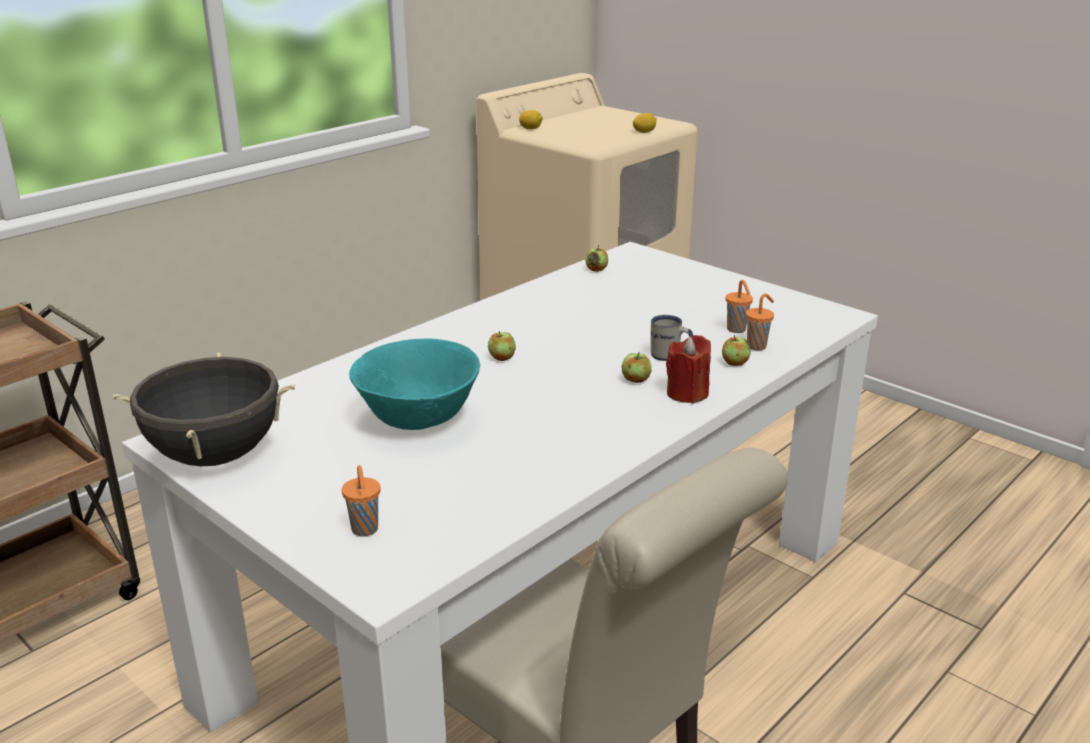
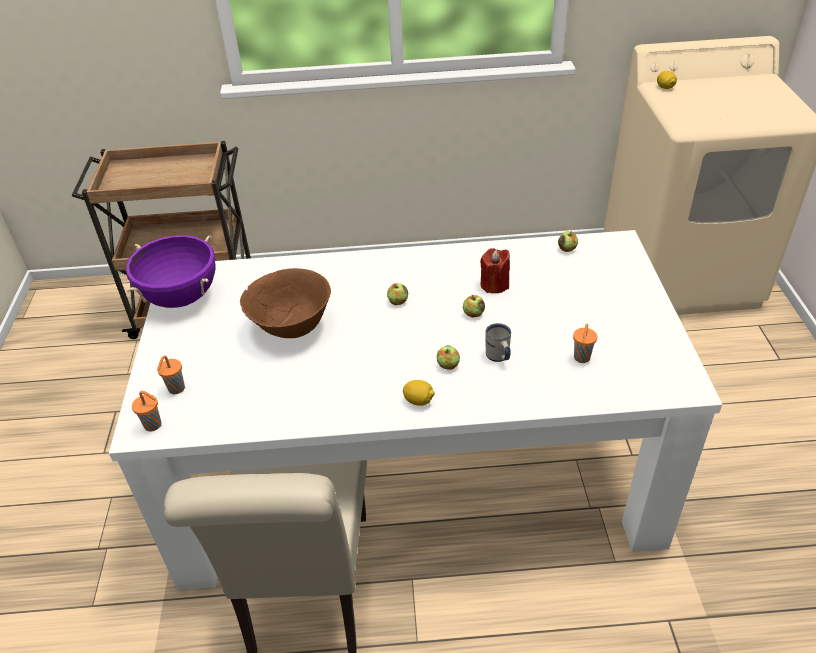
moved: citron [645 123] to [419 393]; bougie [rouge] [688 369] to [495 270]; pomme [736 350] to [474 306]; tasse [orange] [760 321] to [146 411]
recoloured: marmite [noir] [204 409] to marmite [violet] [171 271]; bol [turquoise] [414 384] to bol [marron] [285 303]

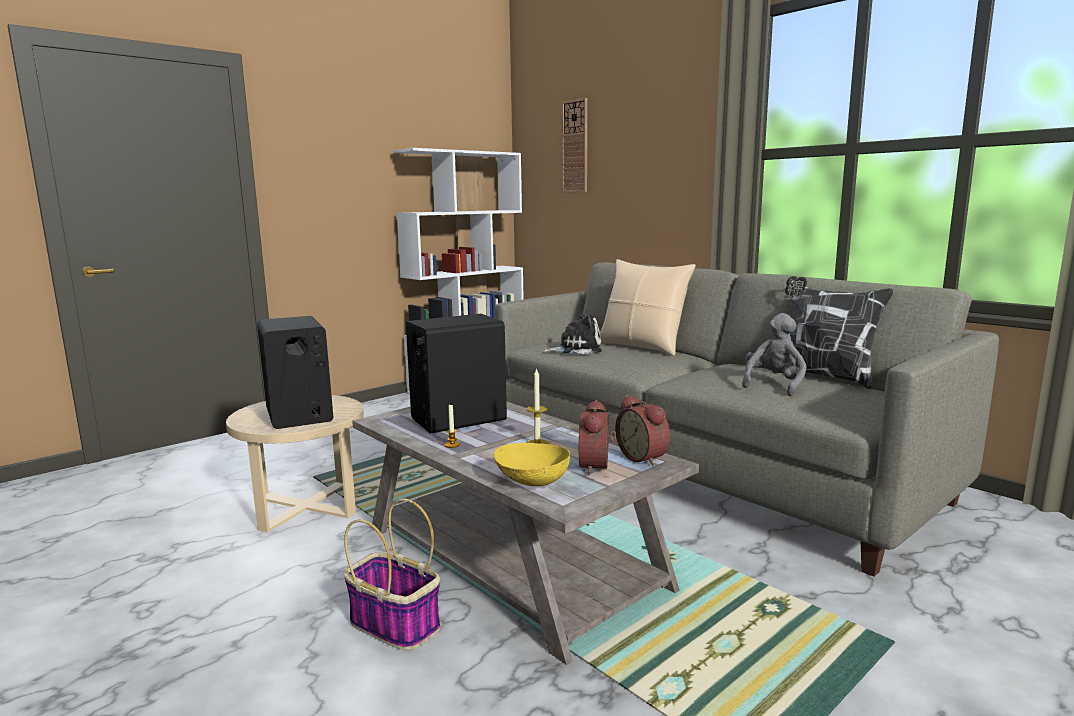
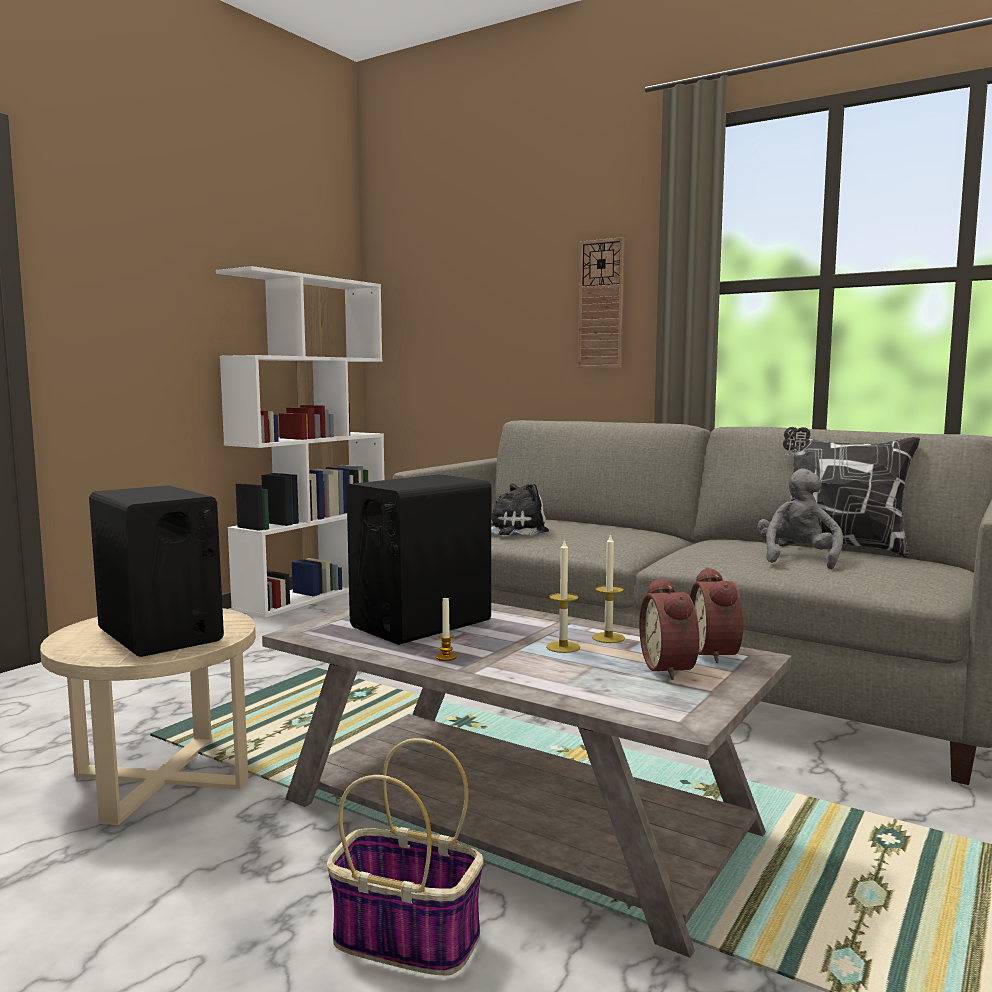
removed: bol [jaune] [531 464]; coussin [beige] [648 307]
added: bougie [608 588]
moved: horloge murale [574 145] to [601 302]
turned: réveil [642 430] = [716 615] 45 degrees clockwise

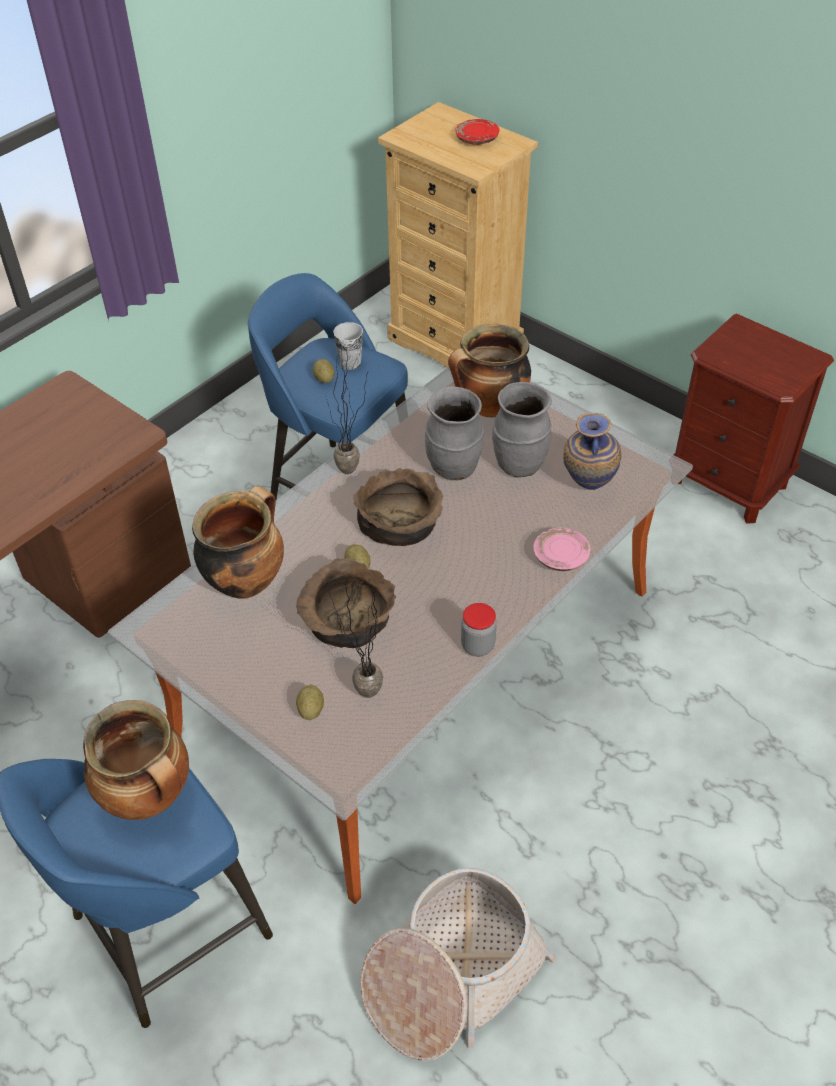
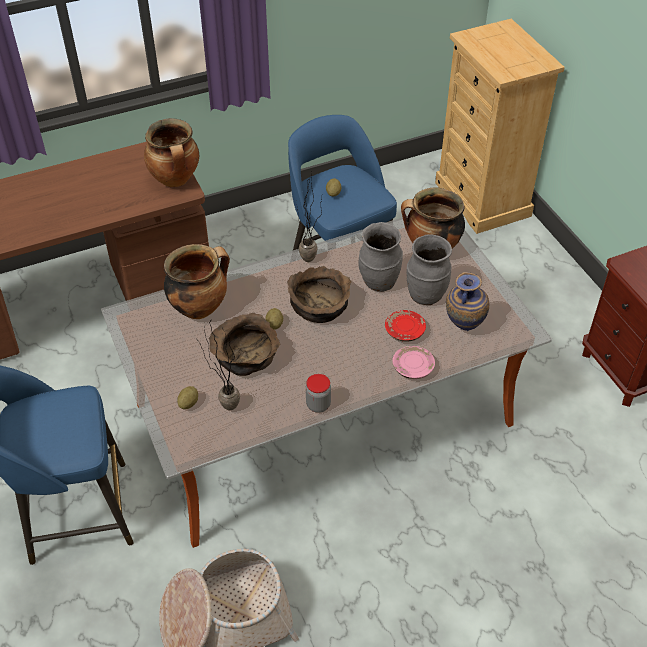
removed: tasse [348 346]
moved: marmite [136 760] to [171 152]; assiette [rouge] [477 132] to [405 326]

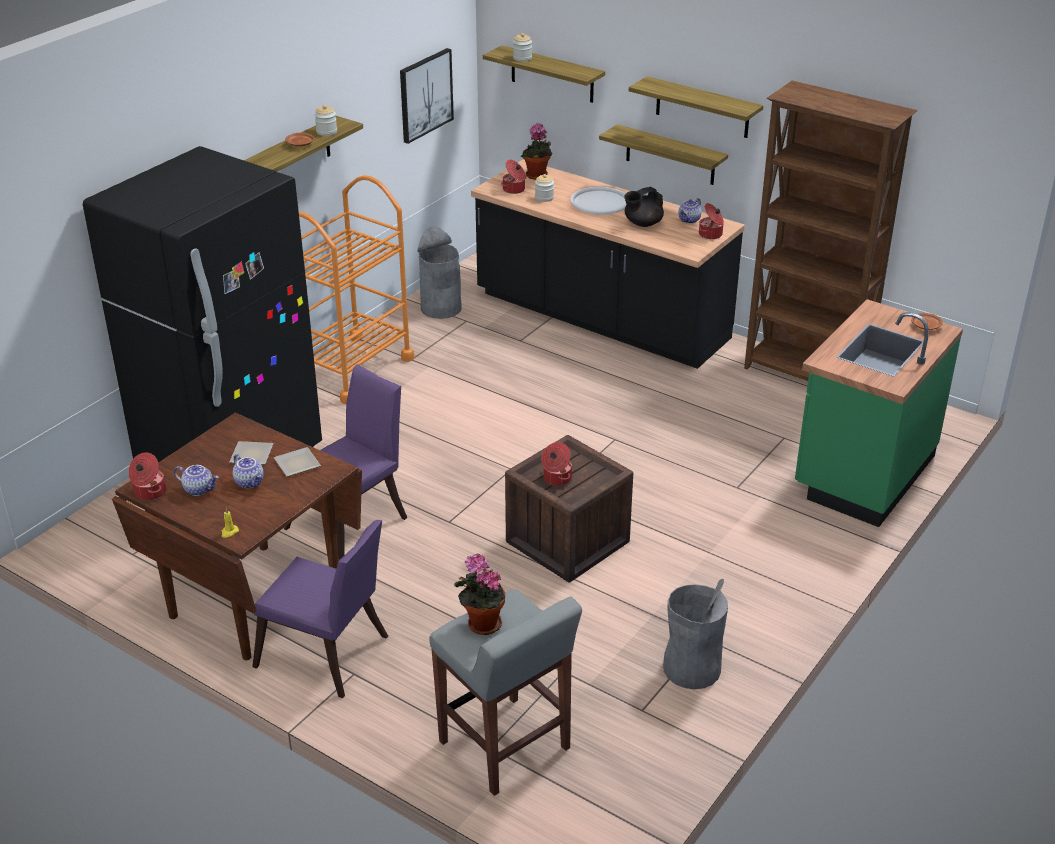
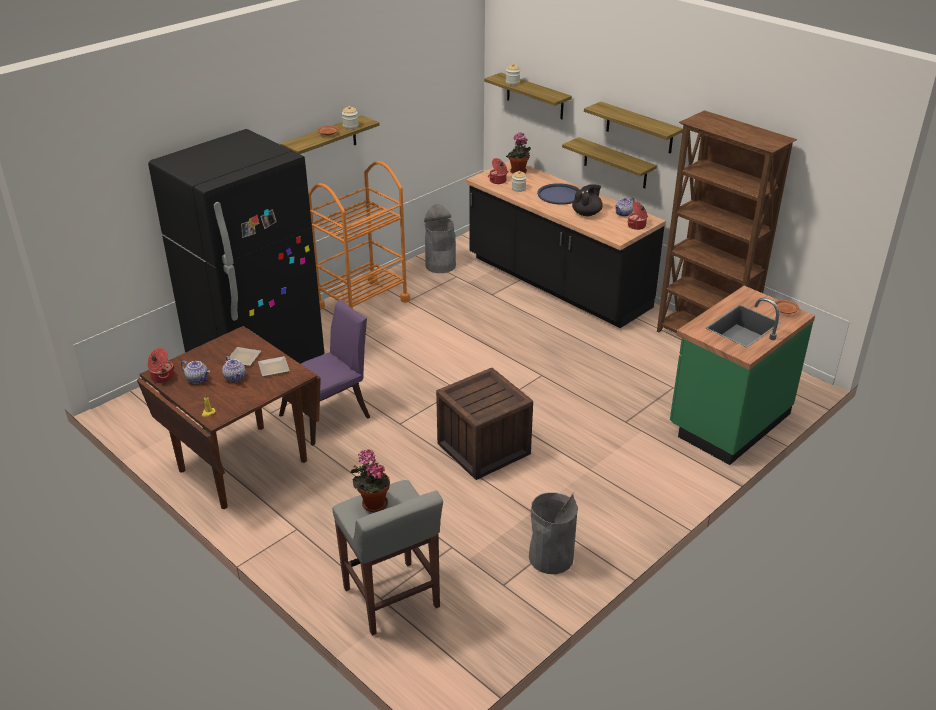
removed: chaise [violet] [320 609]; tableau [427 96]; marmite [557 464]
recoloured: plateau [blanc] [598 201] to plateau [bleu] [558 194]
turned: théière [noir] [644 207] = [587 200] 150 degrees clockwise

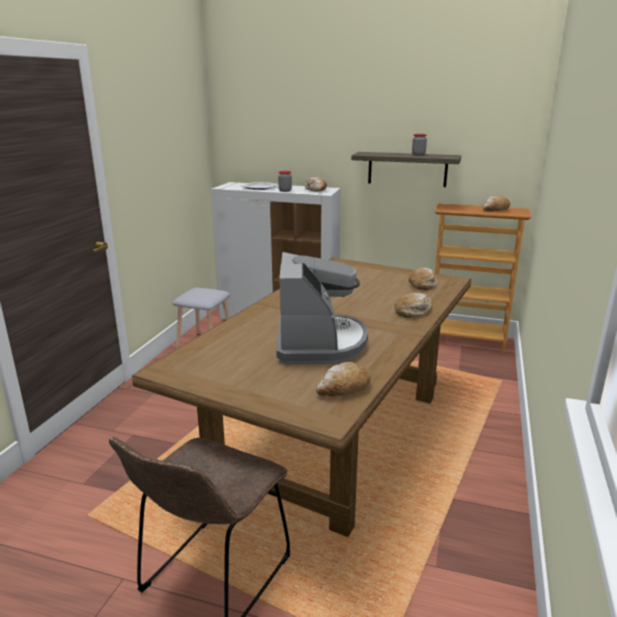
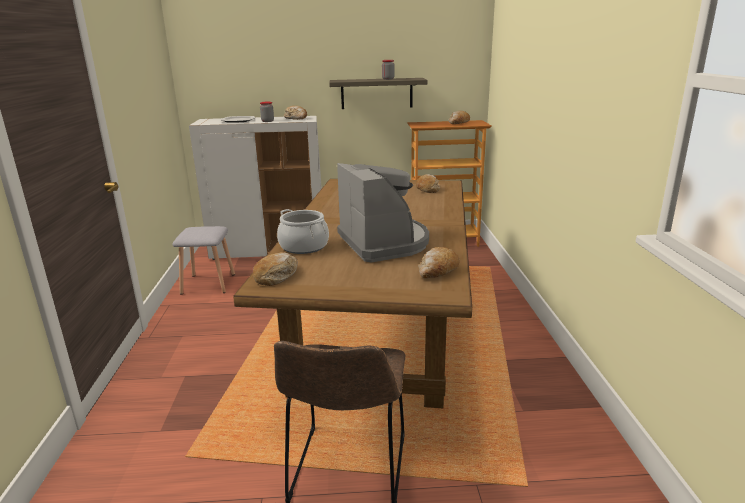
added: marmite [303 231]
moved: pain [413 305] to [275 269]

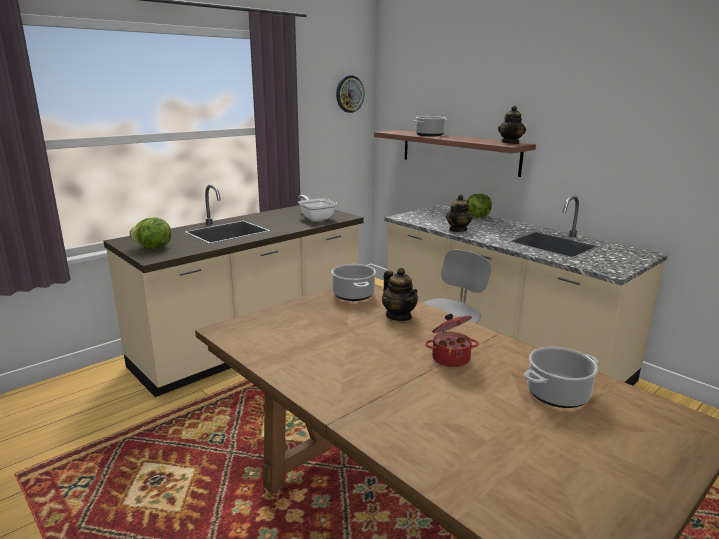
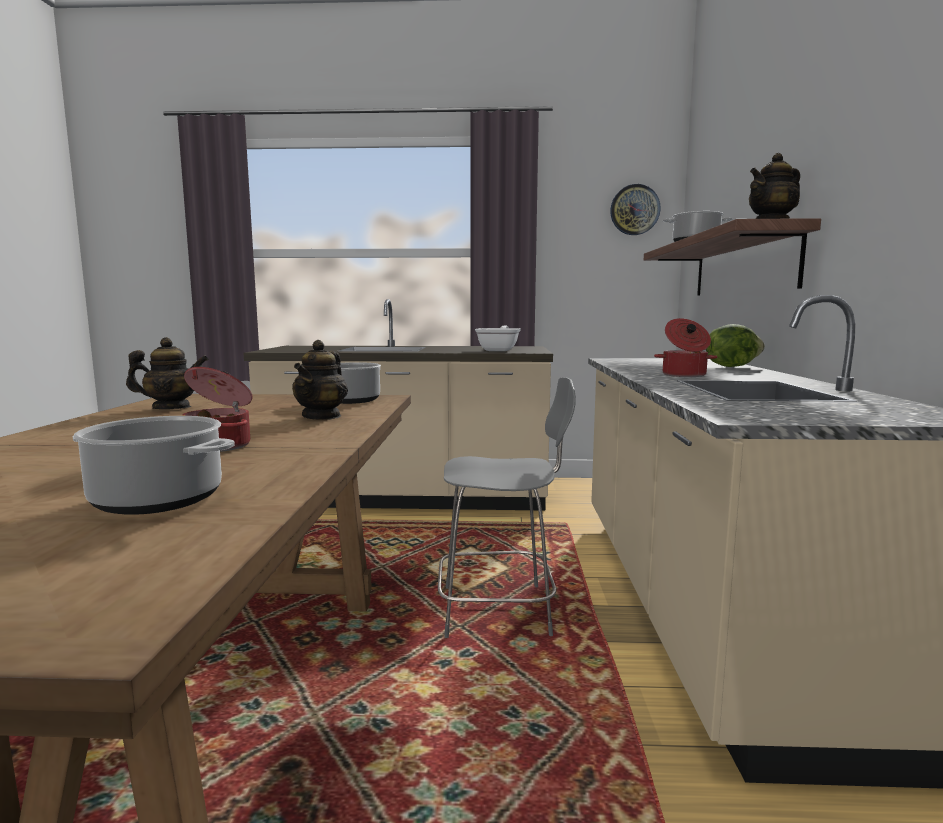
removed: laitue [150 233]
added: marmite [685 347]
moved: théière [459 213] to [167 373]

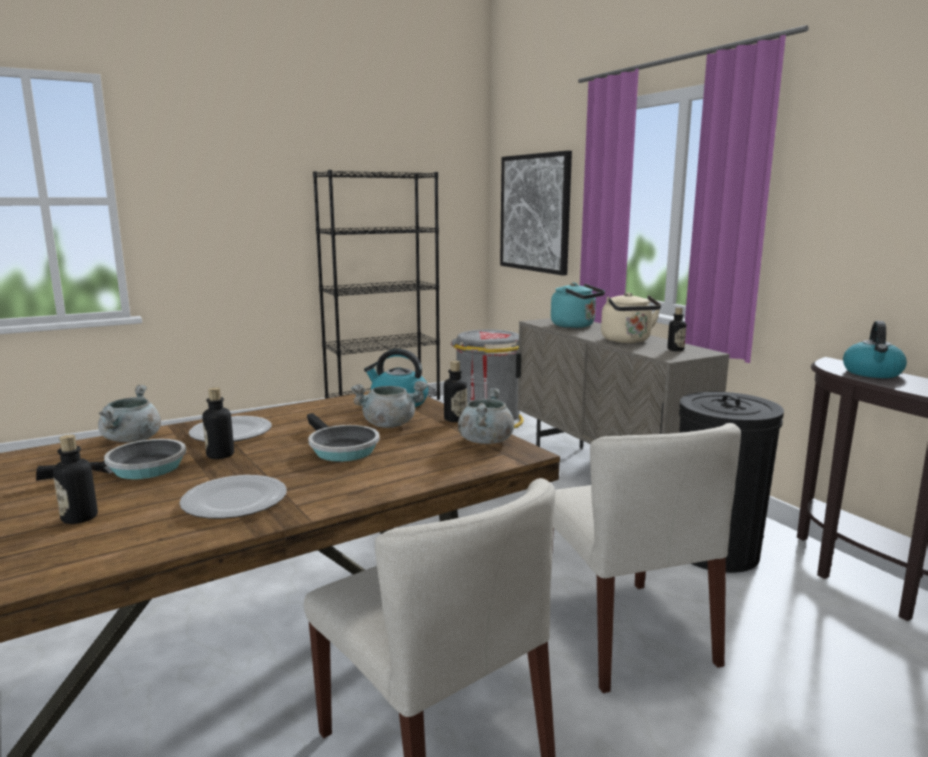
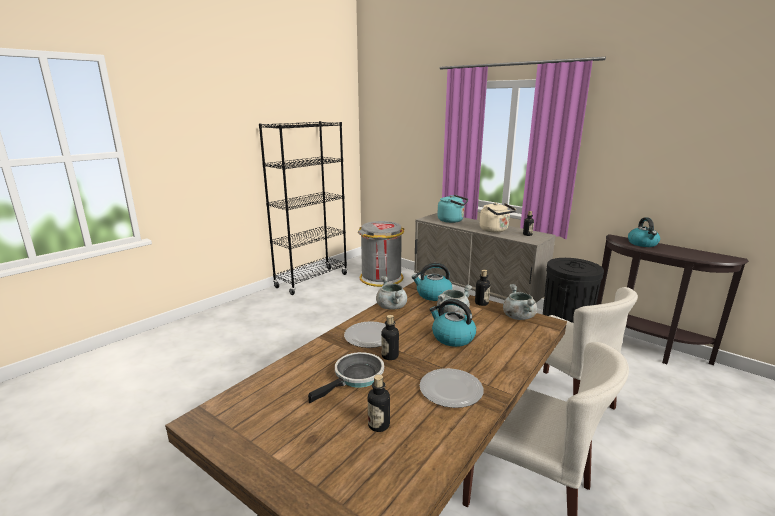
removed: tableau [536 213]
moved: marmite [gris] [129 414] to [391 293]
replaced: poêle [343 437] to bouilloire [452 323]

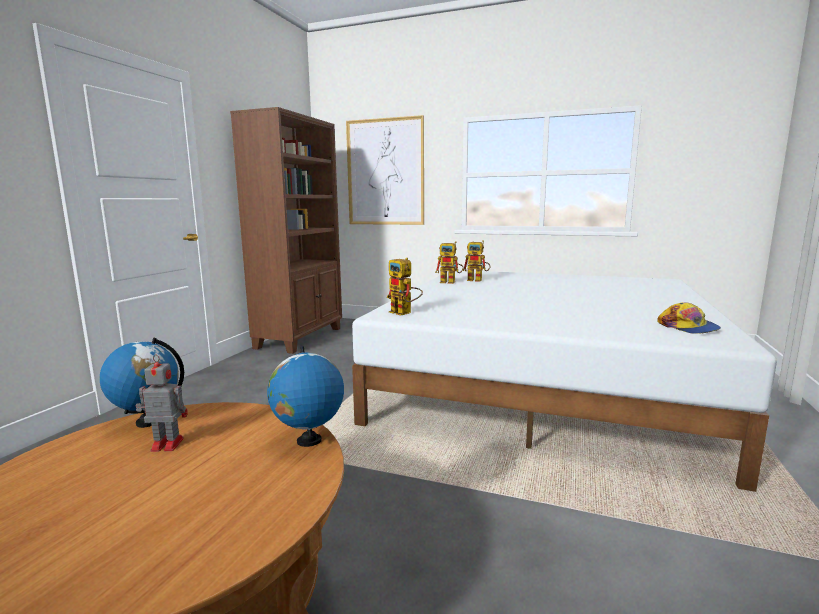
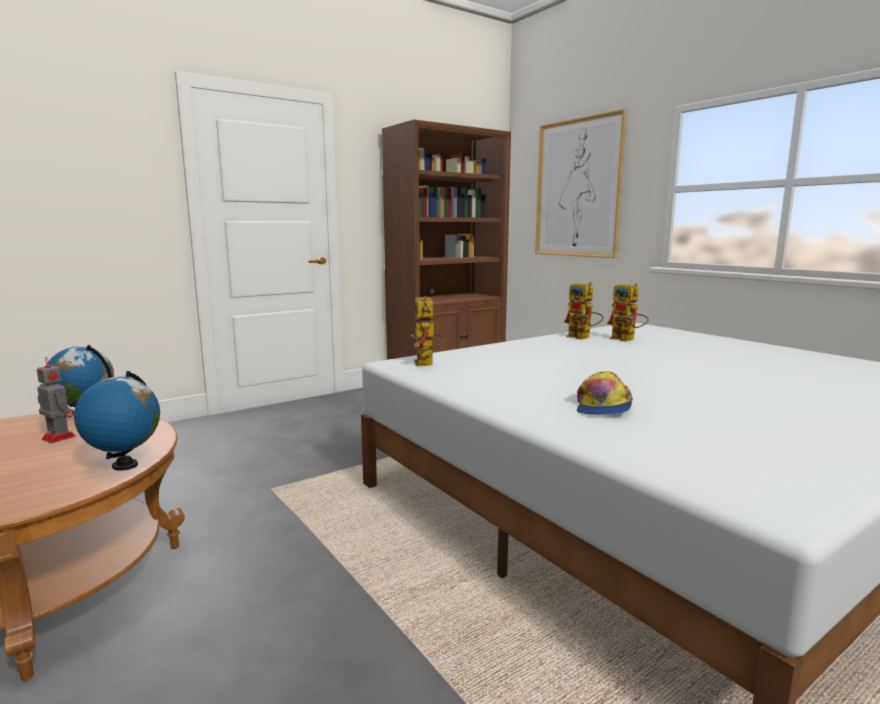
moved: casquette [689 318] to [605 393]

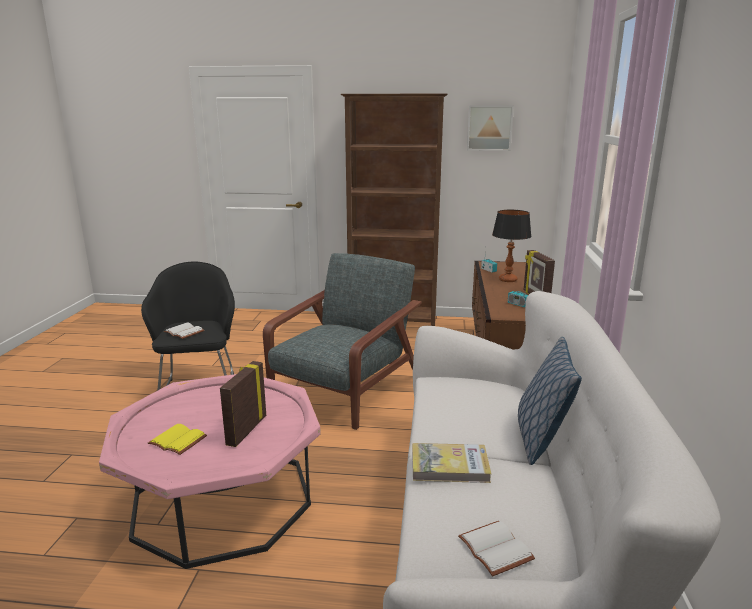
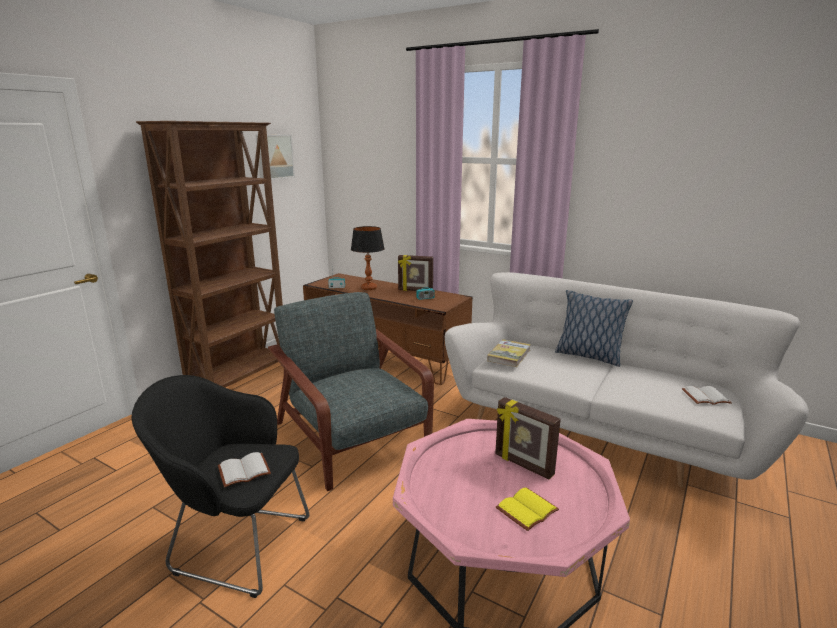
moved: livre [451 463] to [509 353]

